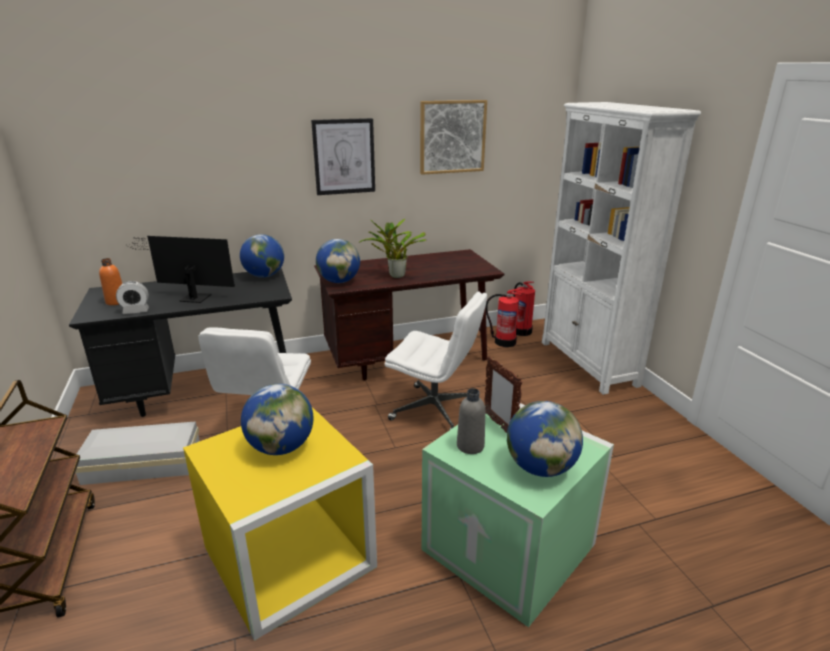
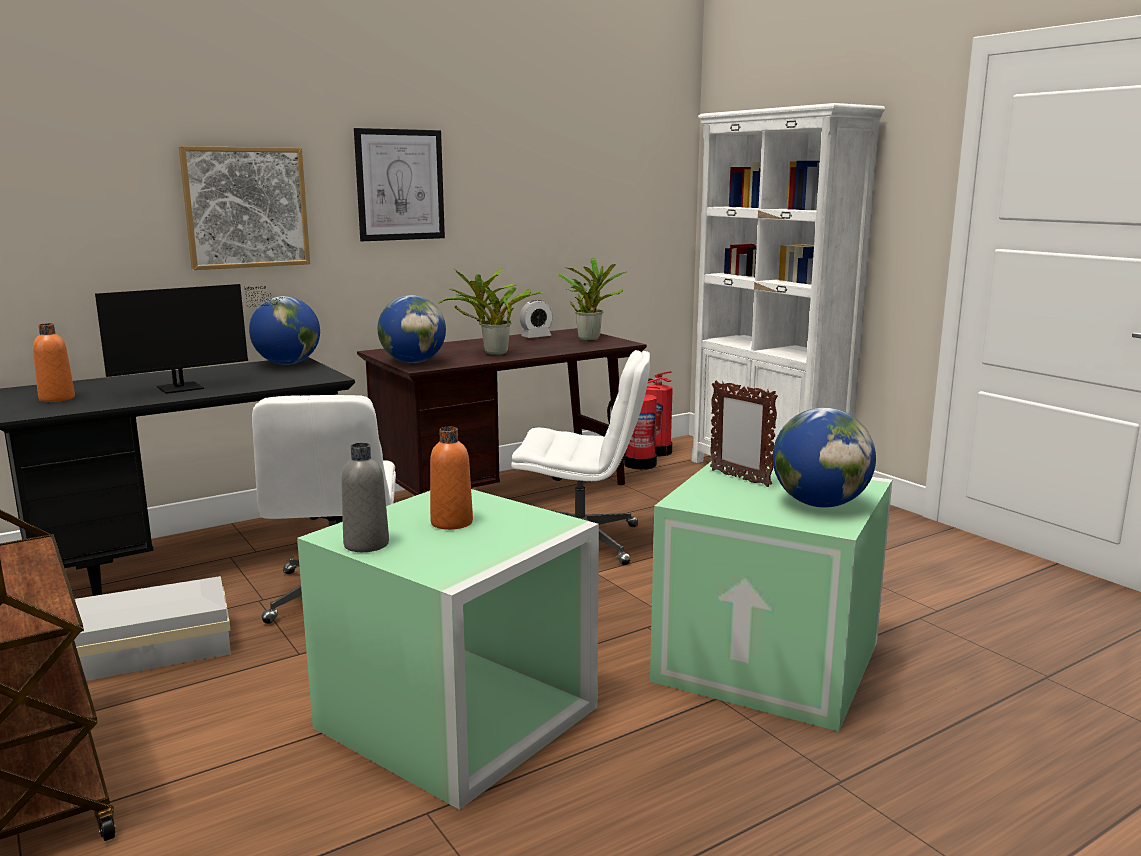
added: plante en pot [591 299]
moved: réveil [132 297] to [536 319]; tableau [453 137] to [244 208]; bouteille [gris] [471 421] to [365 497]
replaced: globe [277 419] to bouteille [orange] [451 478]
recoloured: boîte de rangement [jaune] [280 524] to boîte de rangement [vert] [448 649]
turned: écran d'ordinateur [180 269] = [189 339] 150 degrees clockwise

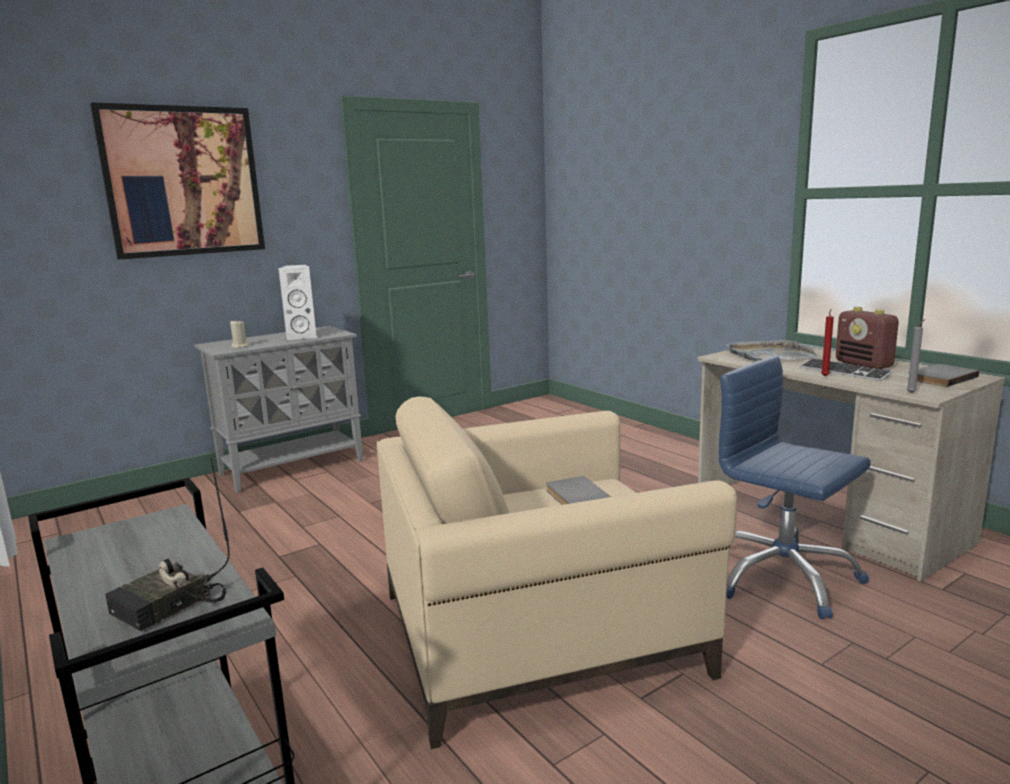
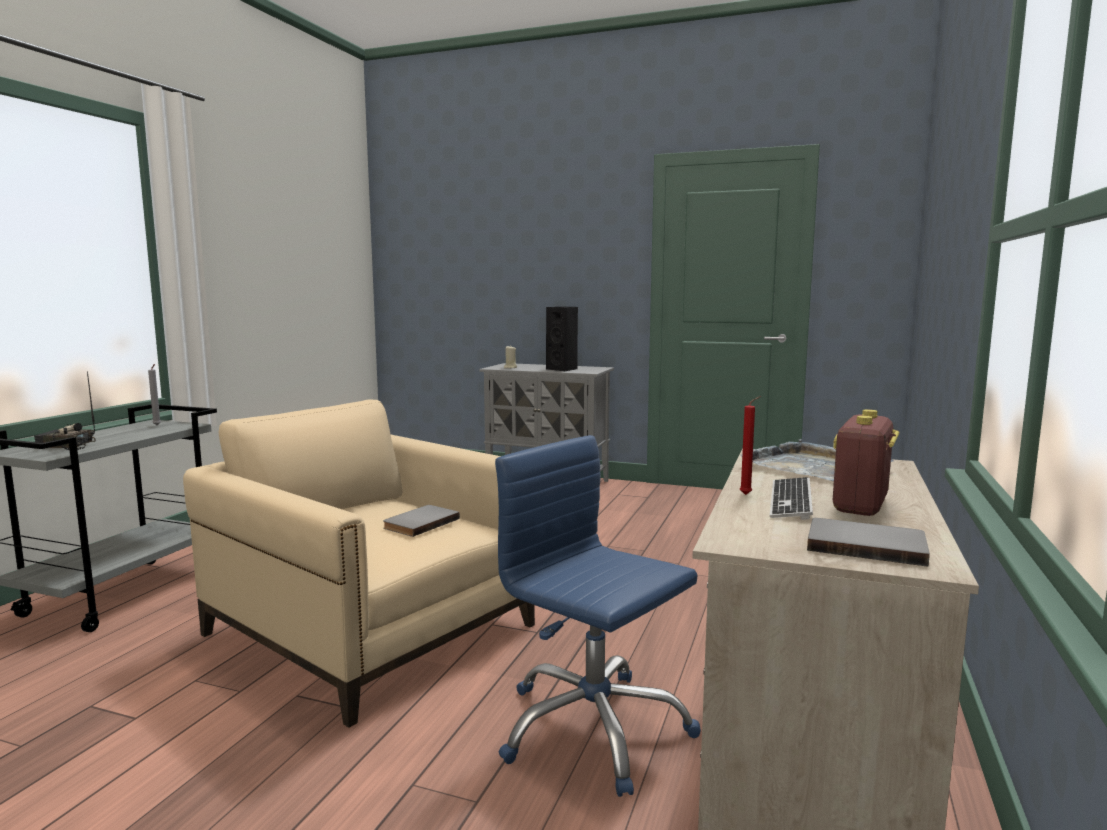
removed: tableau [177 181]
moved: bougie [gris] [916 356] to [154 394]
recoloured: enceinte [blanc] [297 302] to enceinte [noir] [562 339]
turned: chaise de bureau [bleu] [795 487] = [598 616] 60 degrees counterclockwise

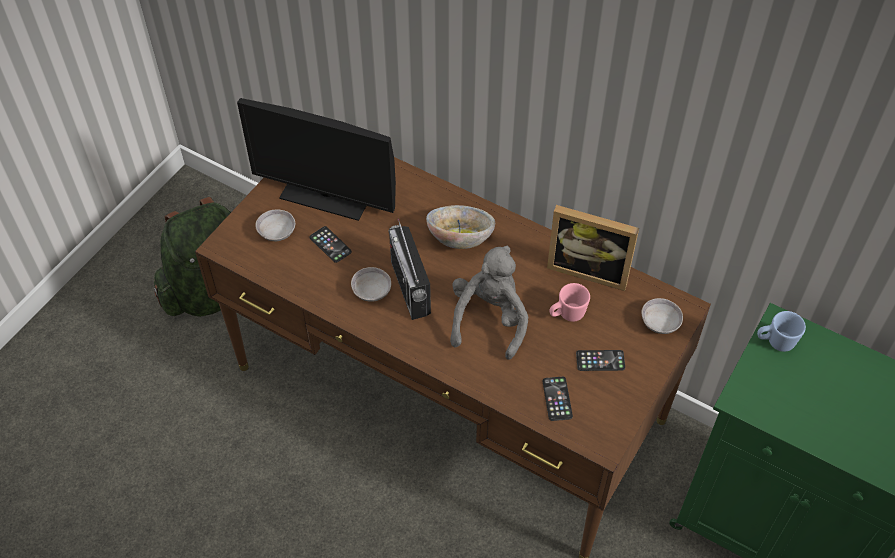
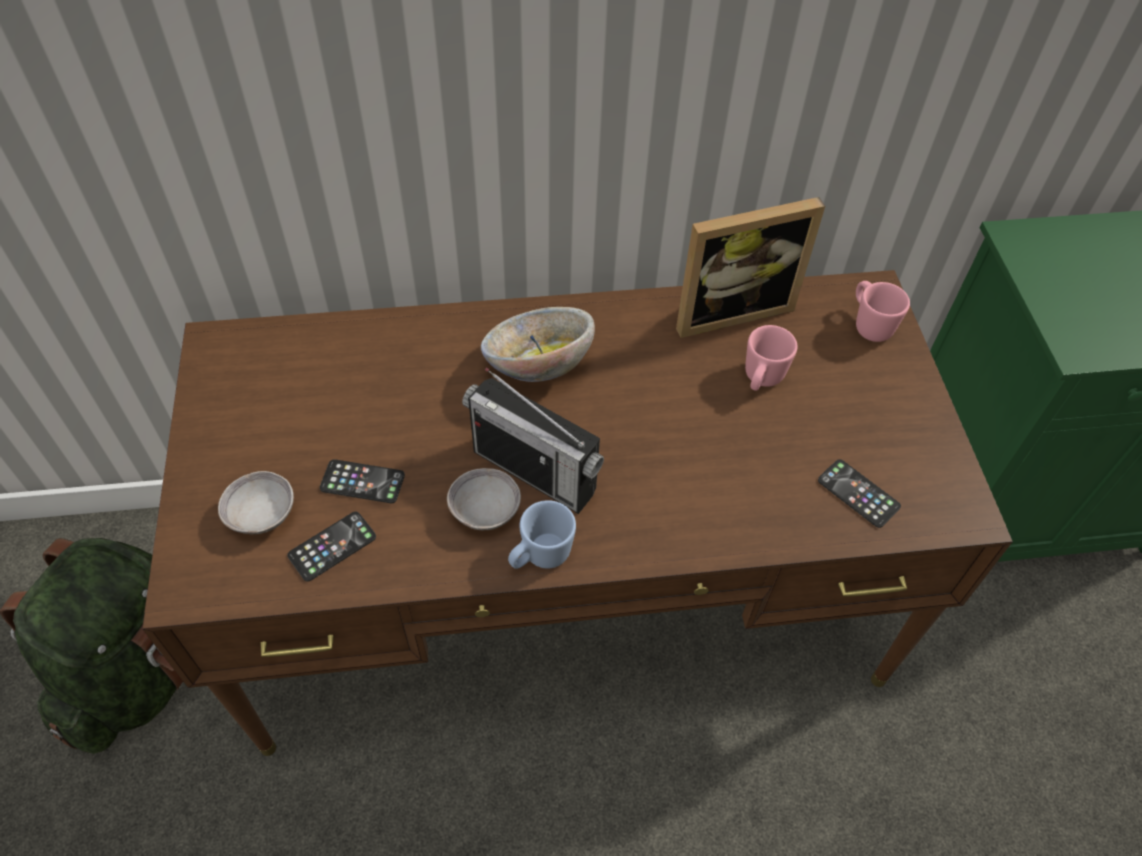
removed: écran d'ordinateur [316 159]; peluche [gris] [489 303]
moved: téléphone [600 360] to [331 547]; mug [bleu] [781 331] to [542 534]
replaced: bol [gris] [662 316] to mug [rose] [883 311]

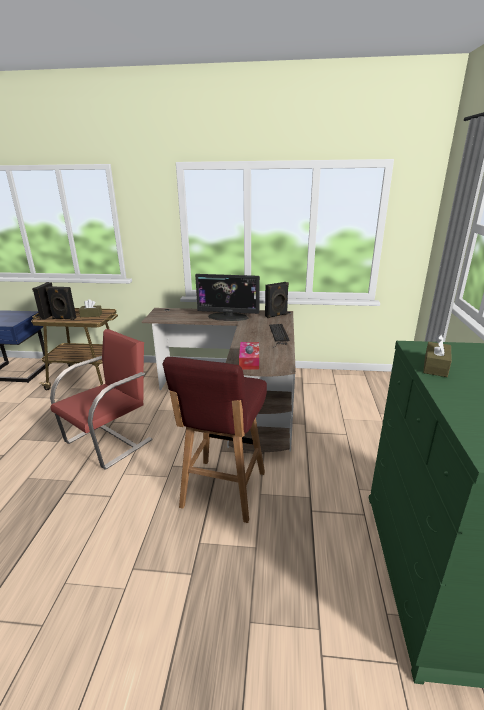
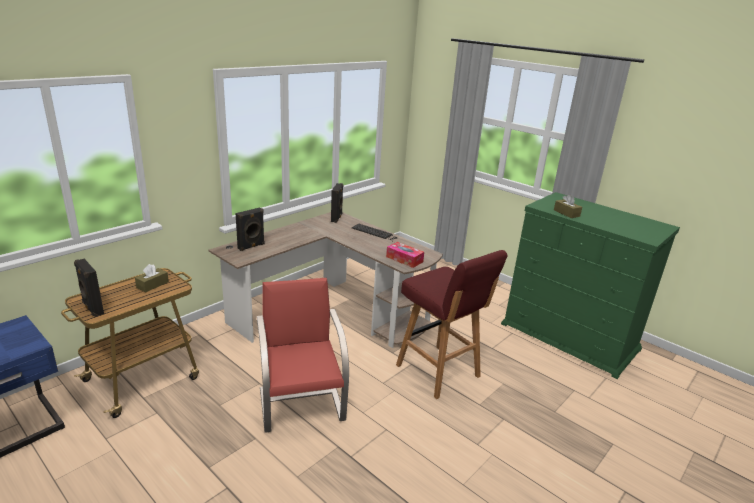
removed: écran d'ordinateur [227 297]
moved: enceinte [noir] [61 303] to [250 229]

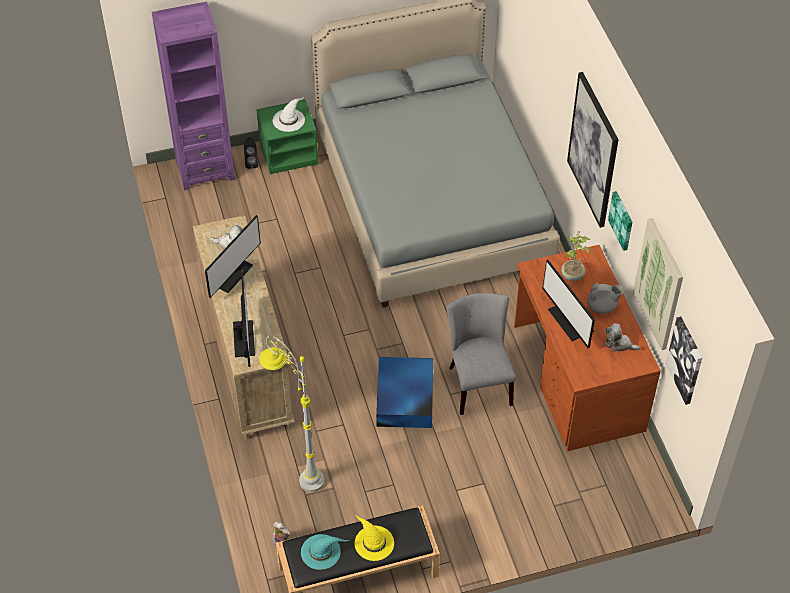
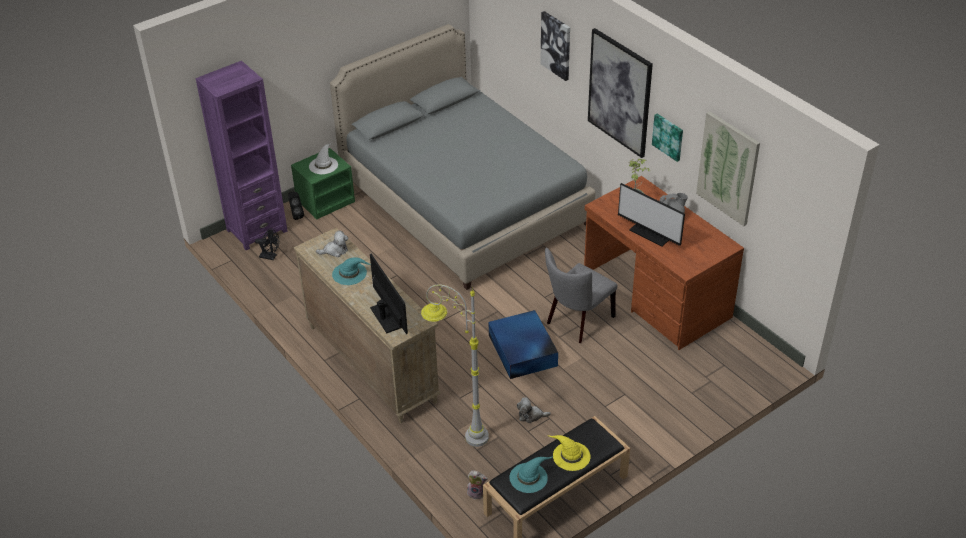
added: ventilateur [noir] [267 244]
moved: peluche [622 337] to [534 410]; tableau [684 360] to [555 46]
replaced: écran d'ordinateur [233 256] to chapeau [turquoise] [351 271]
turned: chaise [gris] [481 354] = [581 295] 105 degrees counterclockwise

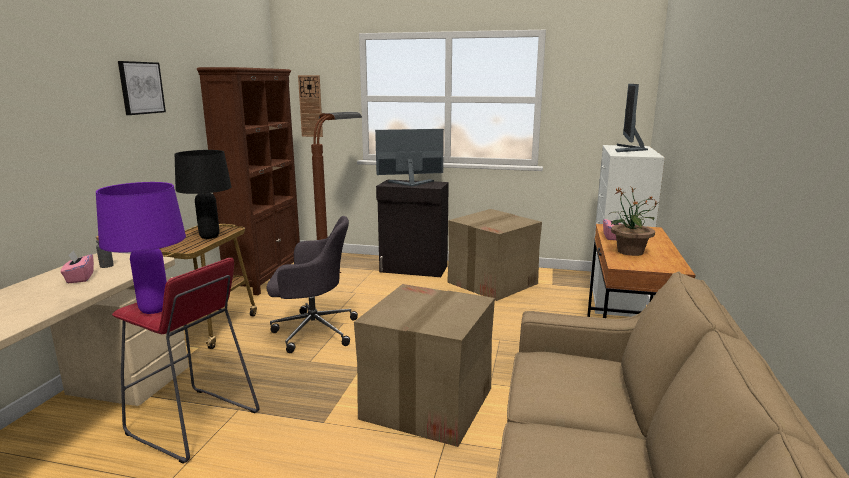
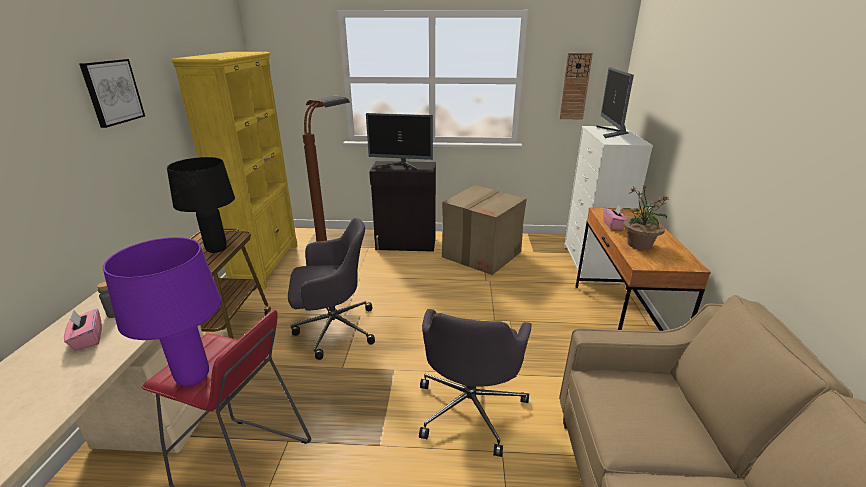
moved: horloge murale [310 106] to [576 86]
replaced: carton [424 365] to chaise de bureau [gris] [475 383]
recoloured: bibliothèque [marron] [248 181] to bibliothèque [jaune] [234 170]
turned: écran d'ordinateur [409 157] = [399 141] 150 degrees counterclockwise

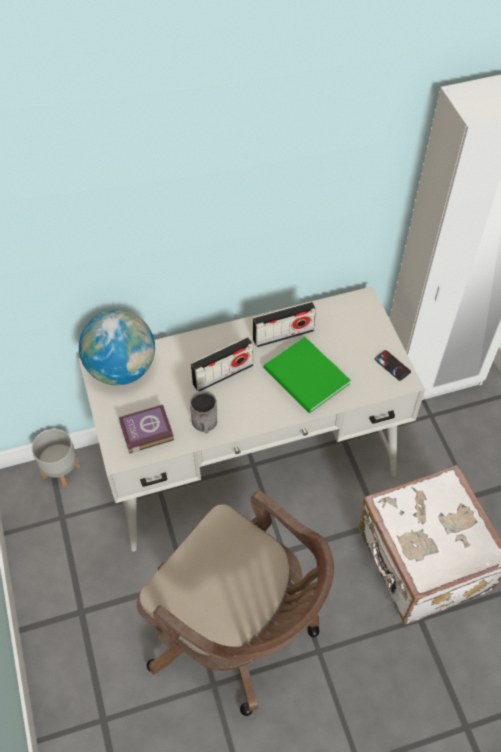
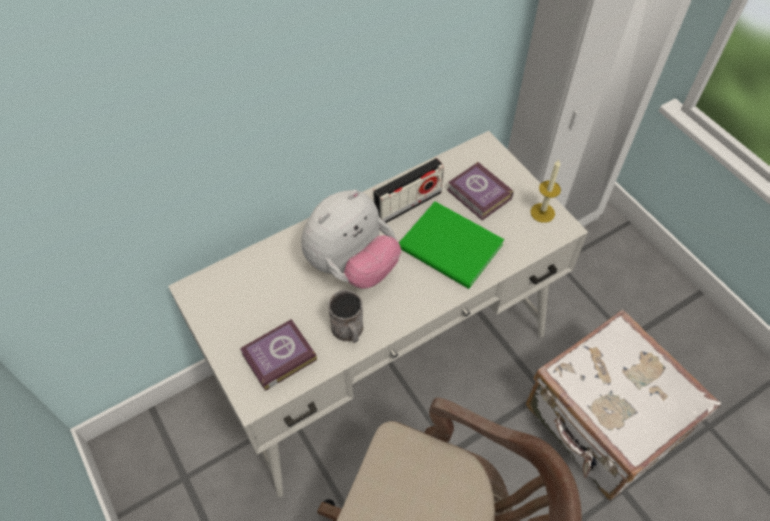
removed: cache-pot [gris] [56 458]; globe [117 347]
added: livre [480 190]
replaced: radio [221 364] to peluche [351 239]; téléphone [392 365] to bougie [545 191]

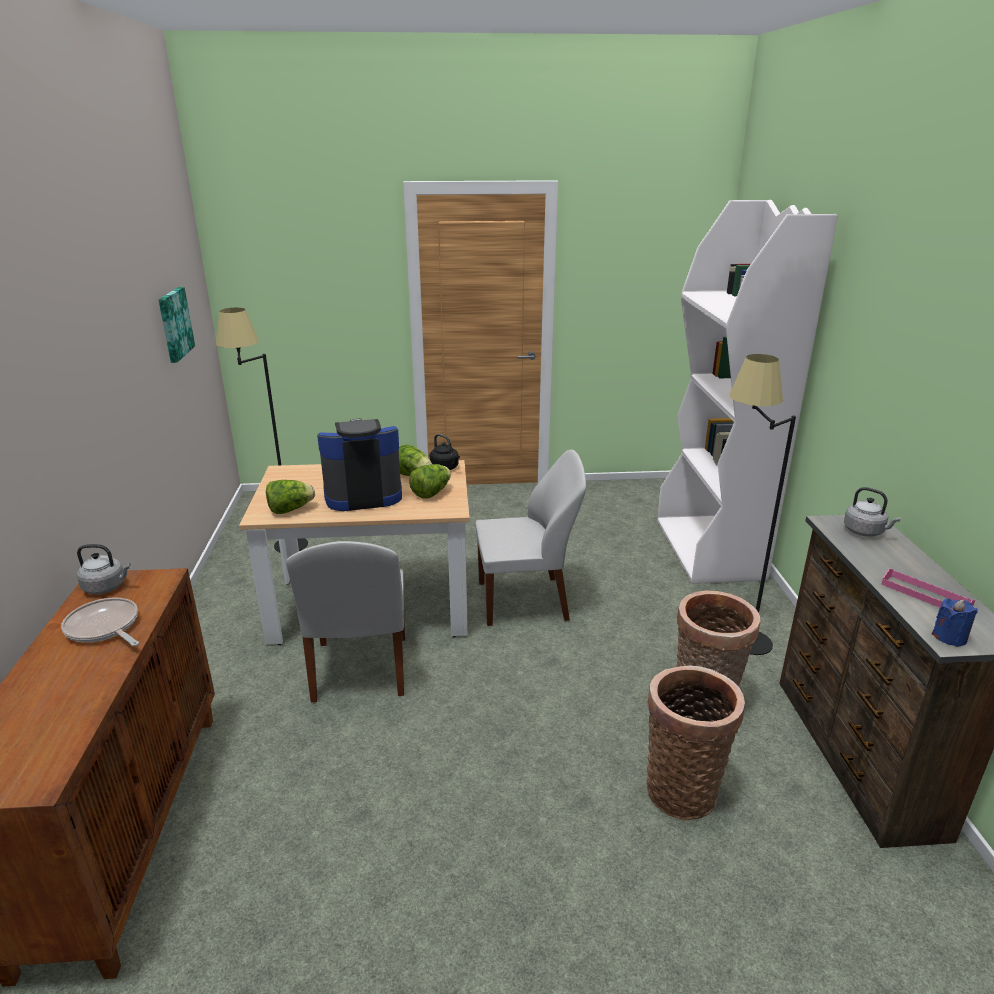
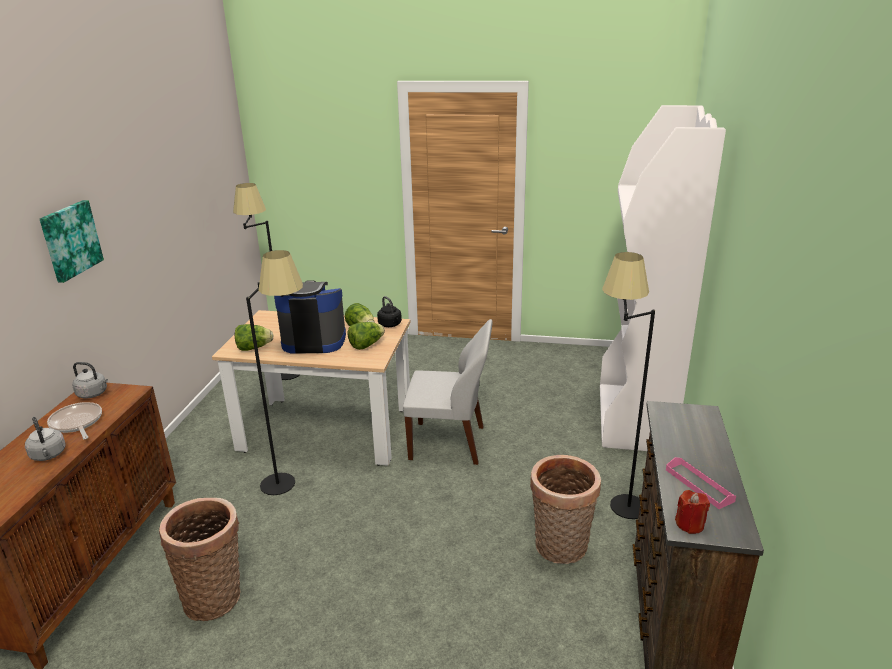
moved: tableau [177 325] to [72 241]; panier [695 742] to [200 559]; bouilloire [gris] [872 512] to [45 439]
replaced: chaise [blanc] [345 621] to lampadaire [noir] [274 372]
recoloured: bougie [bleu] [955 622] to bougie [rouge] [692 512]

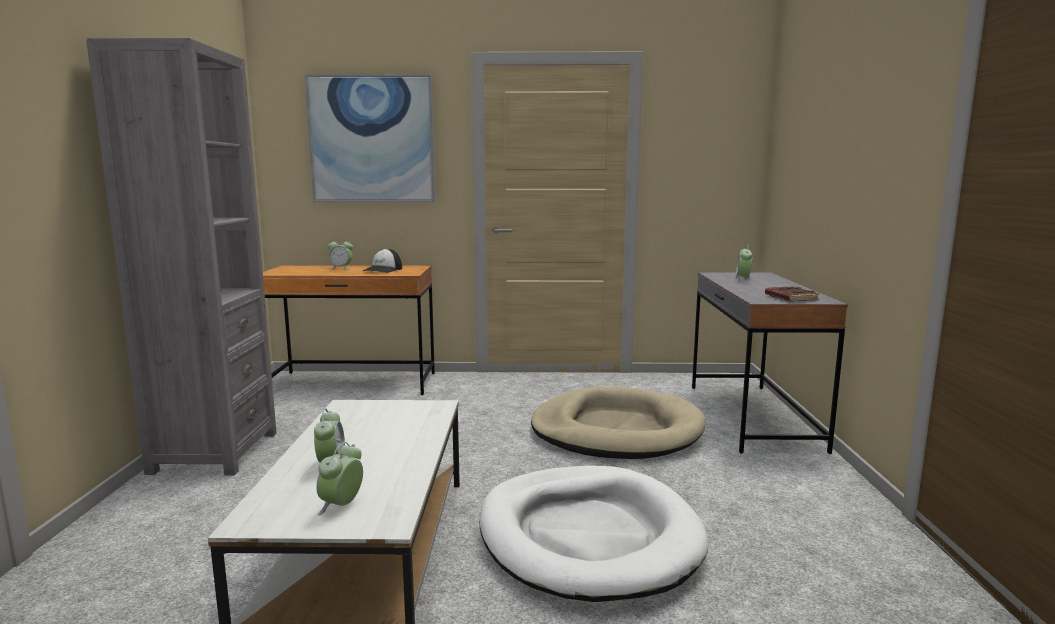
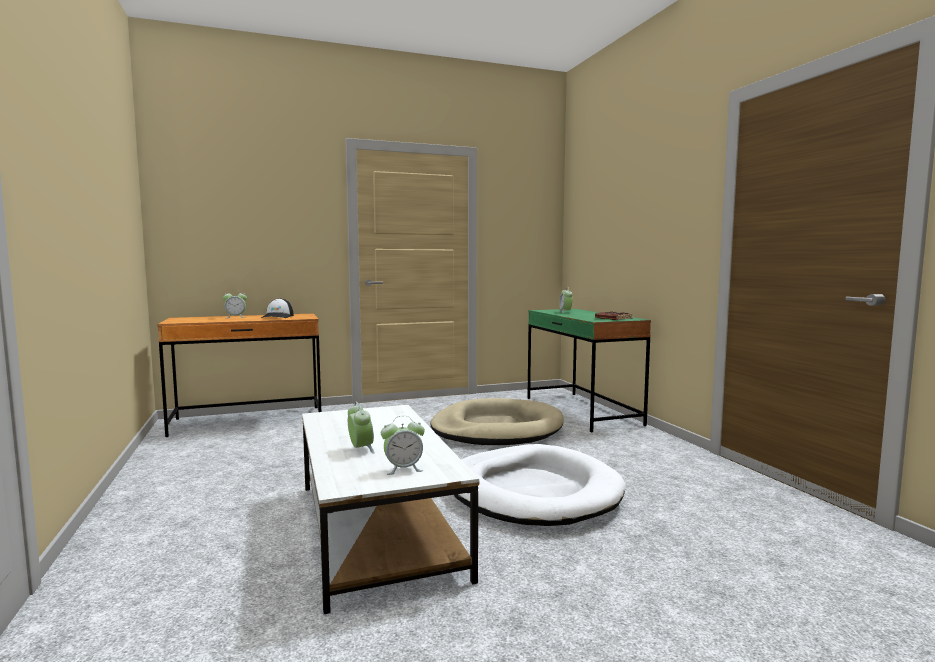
removed: bibliothèque [gris] [181 257]; tableau [370 138]
recoloured: bureau [gris] [770 363] to bureau [vert] [589 370]
turned: réveil [340 479] = [403 445] 105 degrees counterclockwise

